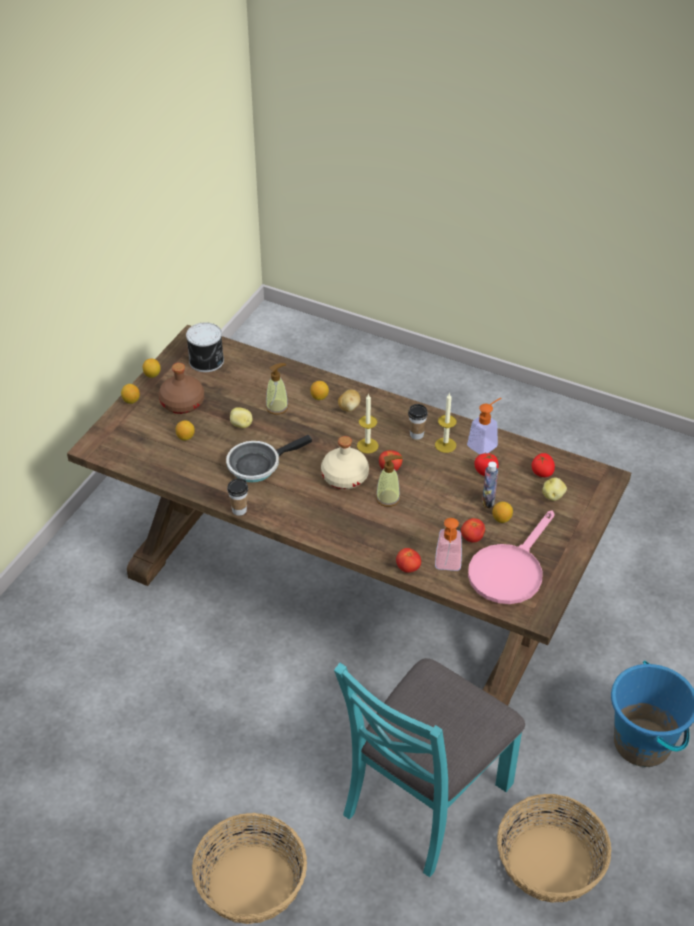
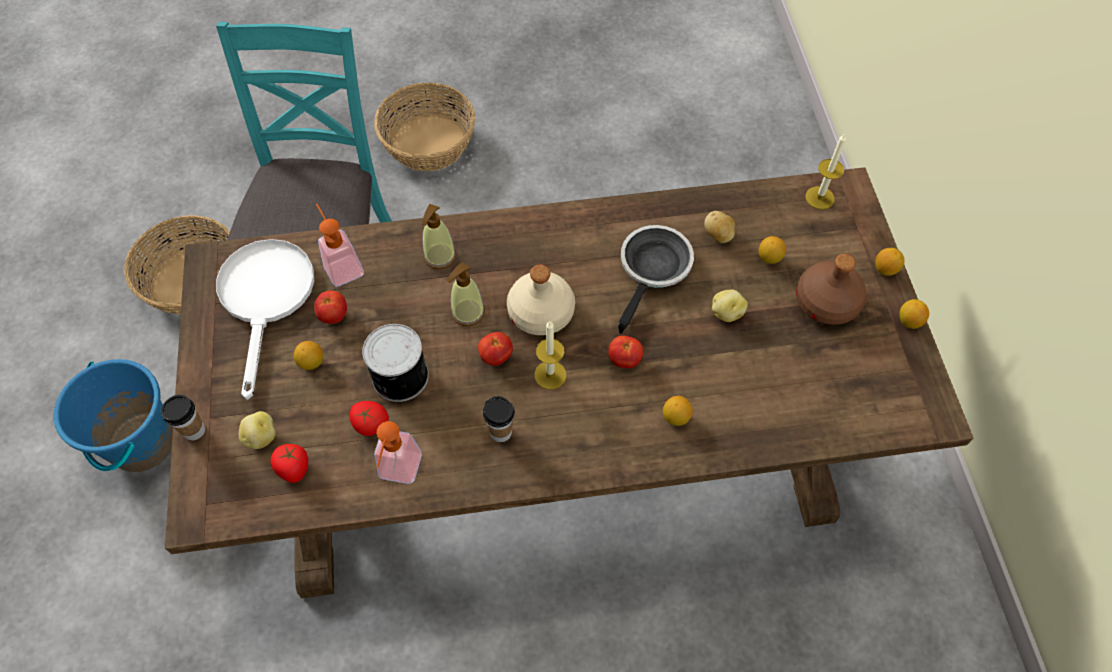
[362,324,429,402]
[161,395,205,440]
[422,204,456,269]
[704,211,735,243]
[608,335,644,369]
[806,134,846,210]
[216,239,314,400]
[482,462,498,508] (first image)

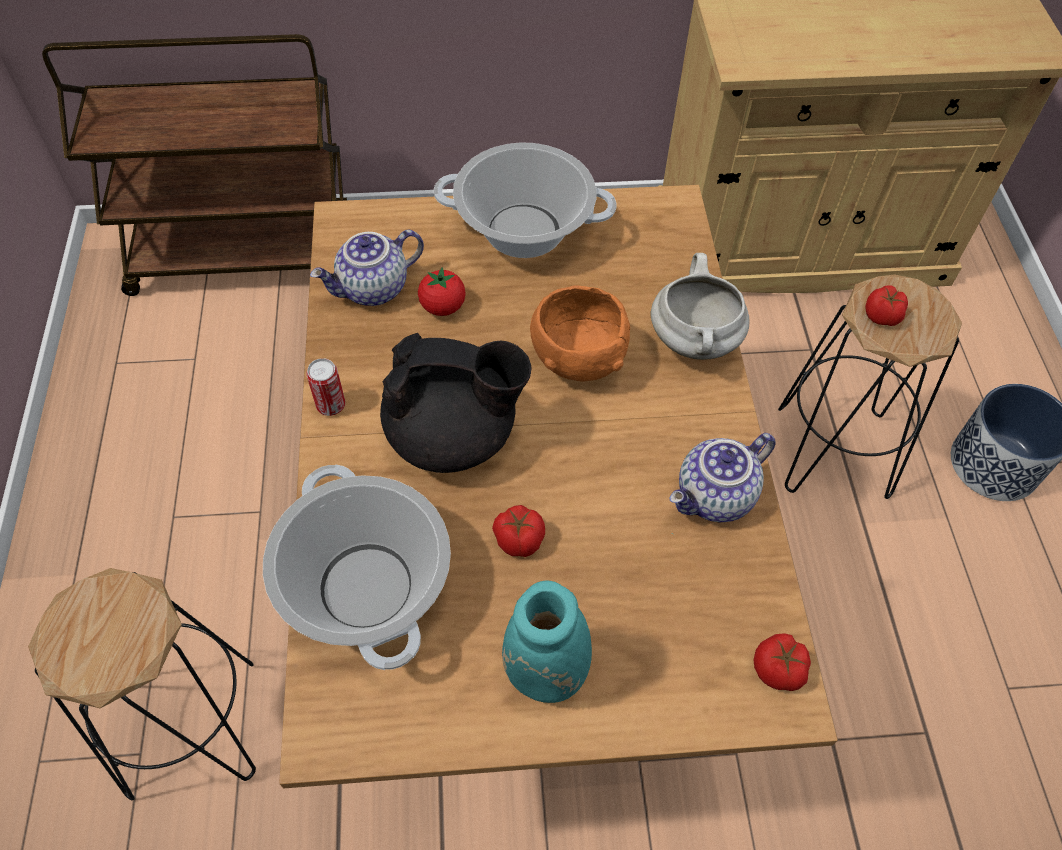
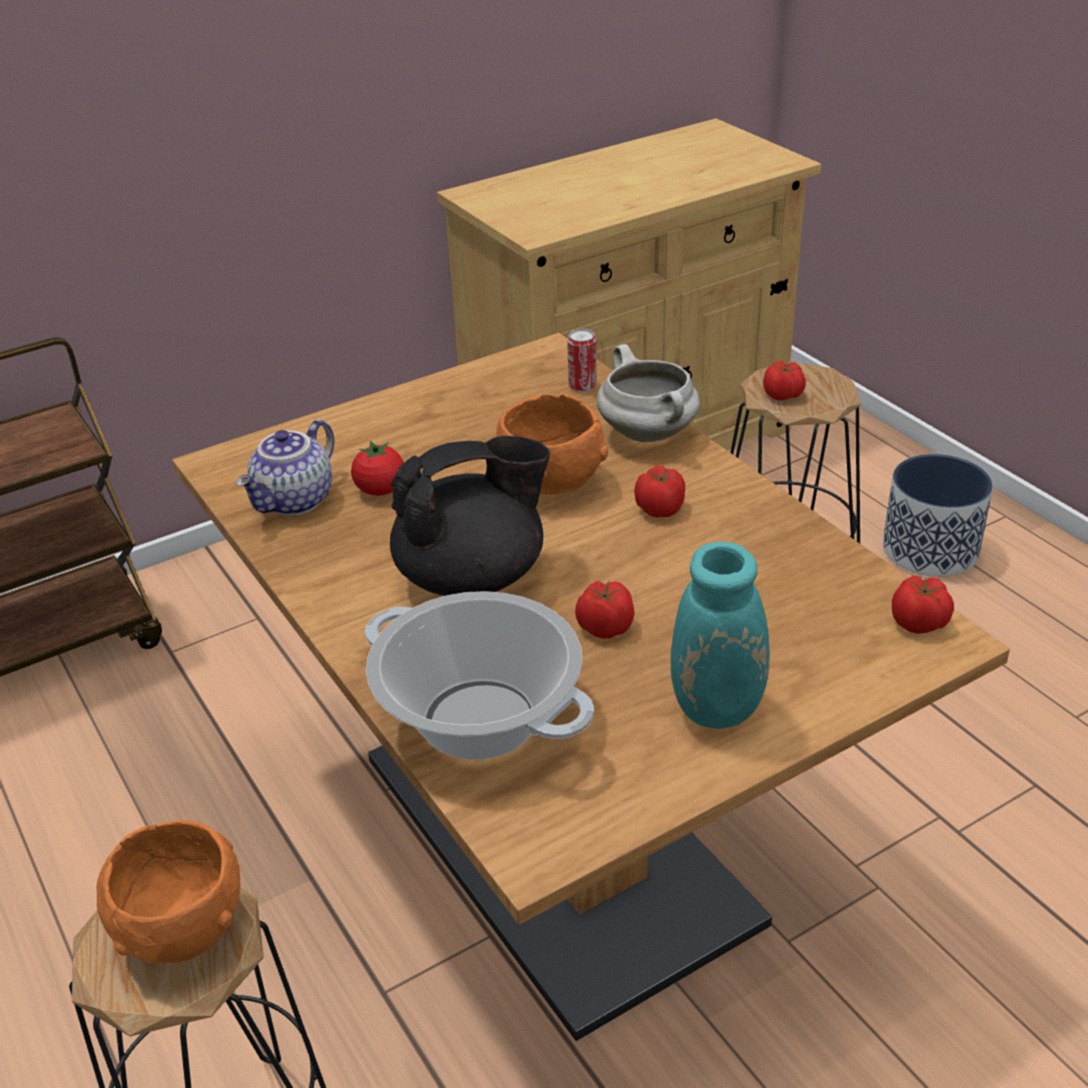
[567,329,597,392]
[434,142,617,258] (first image)
[669,433,776,522] (first image)
[96,820,240,964]
[634,466,685,518]

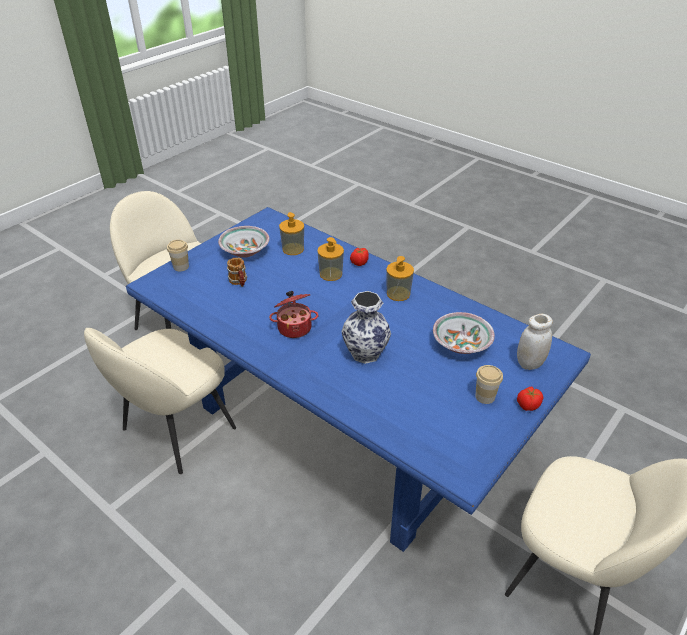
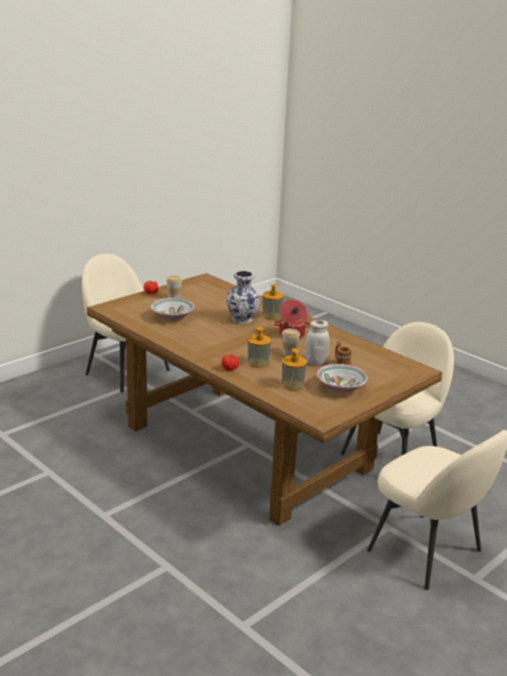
[87,273,442,526]
[282,328,300,356]
[263,284,284,320]
[305,320,330,366]

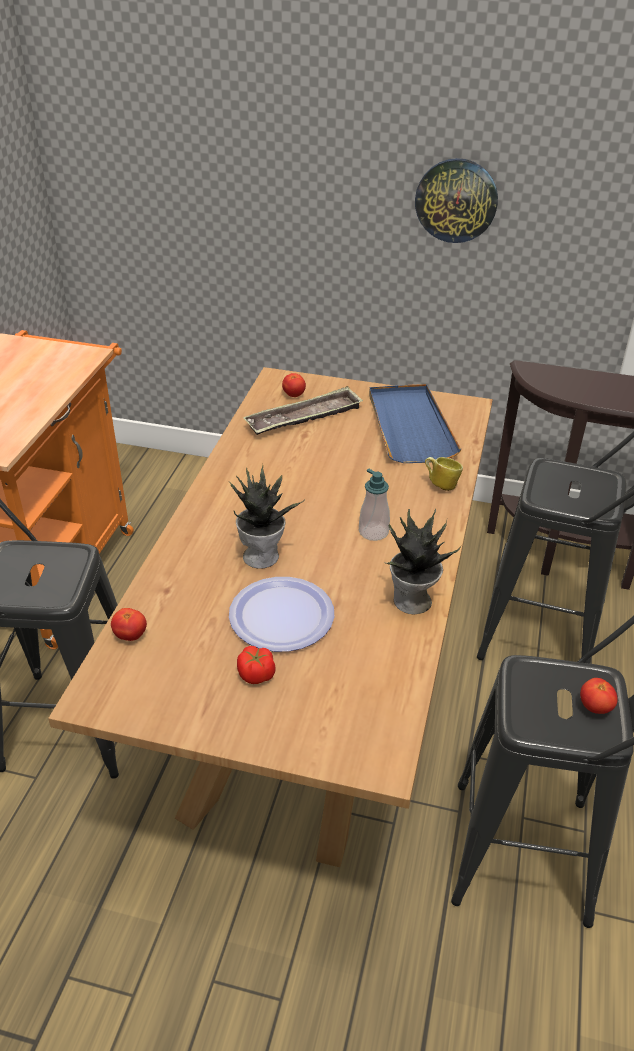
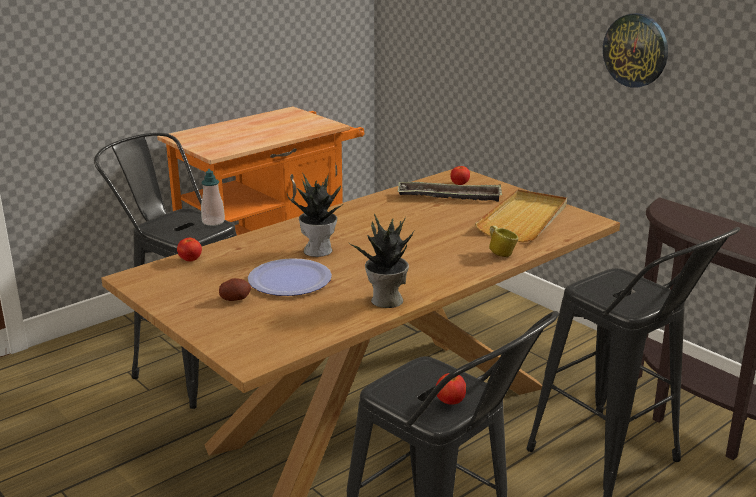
[219,278,251,301]
[201,169,225,226]
[475,189,567,242]

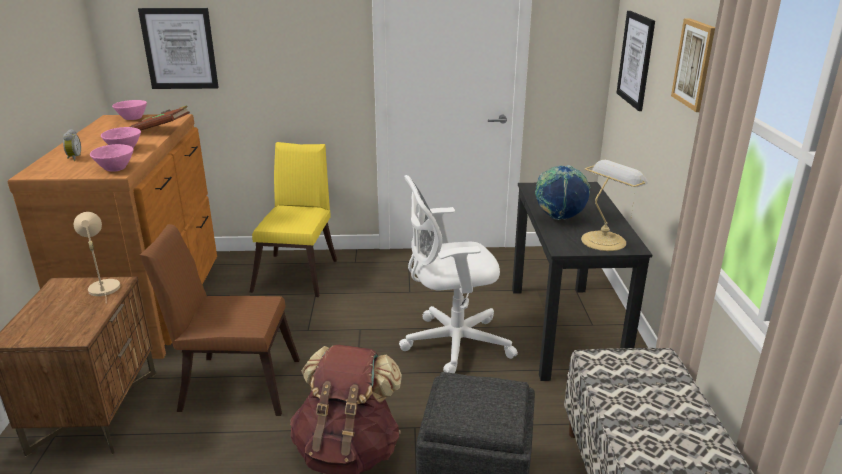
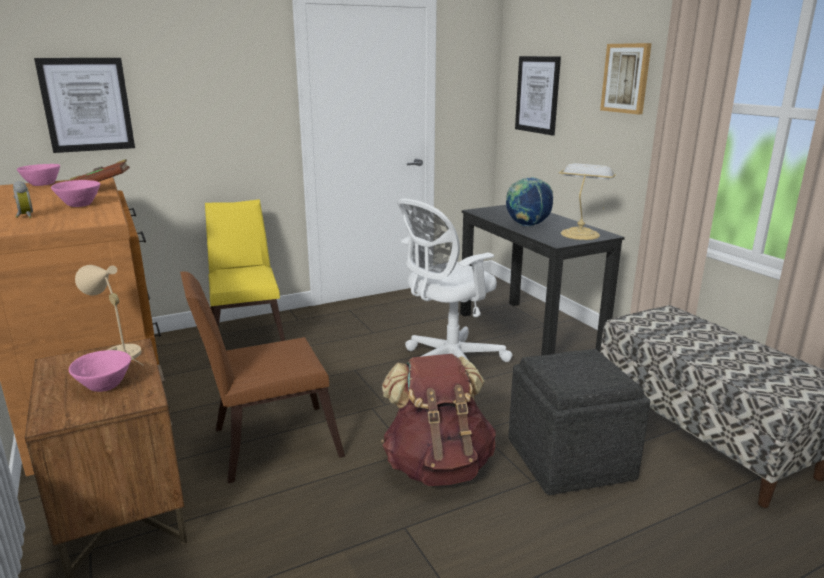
[69,350,131,392]

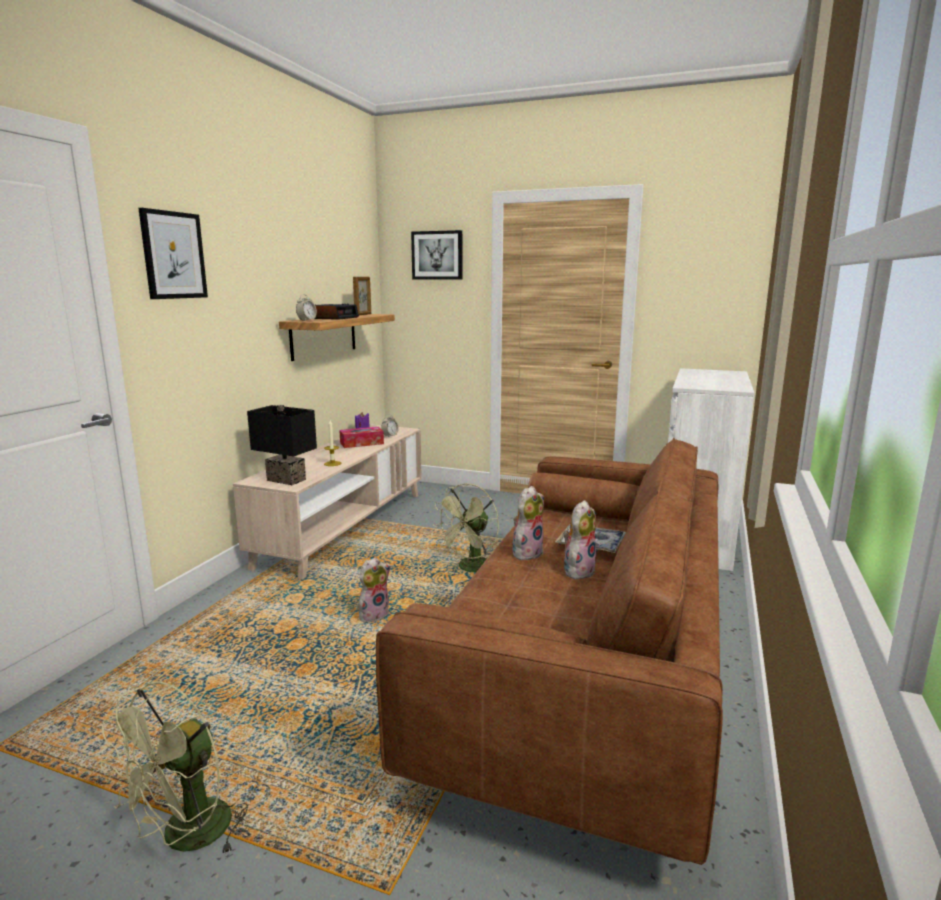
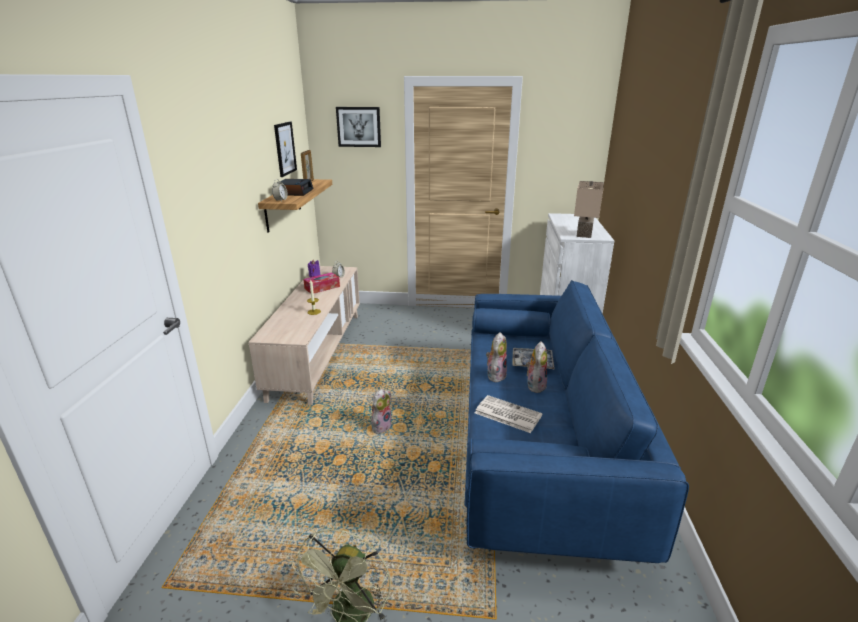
[274,122,297,177]
[247,405,317,485] (first image)
[464,280,689,563]
[432,483,499,572] (first image)
[475,395,542,433]
[574,181,604,238]

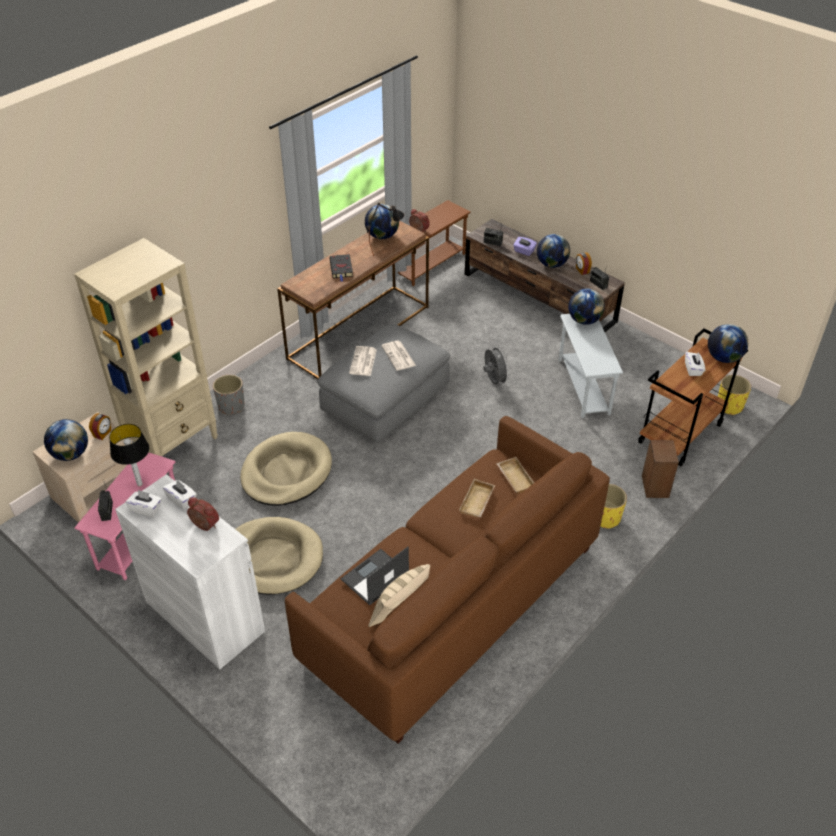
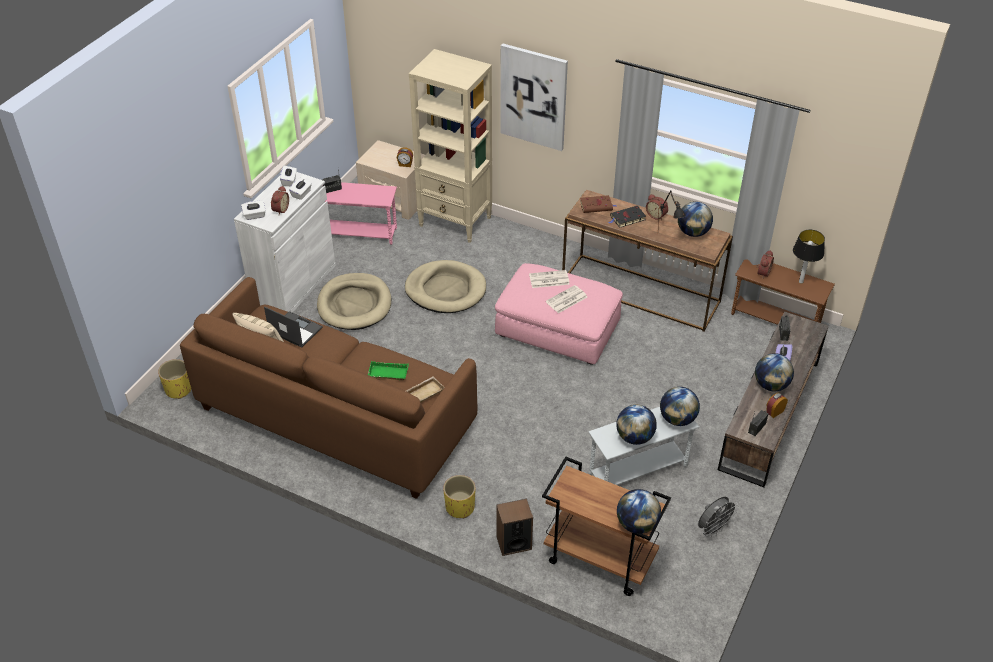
[616,405,657,445]
[793,230,825,284]
[213,375,245,414] (first image)
[495,263,623,365]
[368,361,409,380]
[698,497,739,537]
[241,200,266,220]
[158,359,191,399]
[500,44,568,151]
[580,195,617,213]
[646,194,668,220]

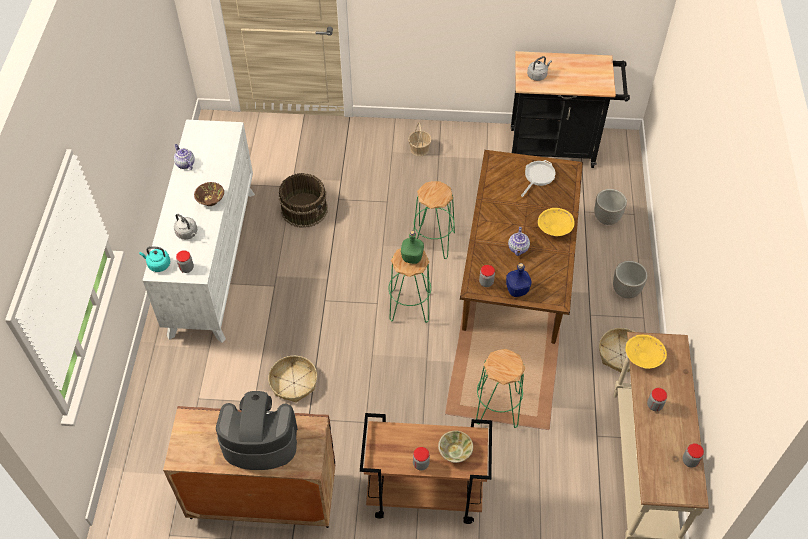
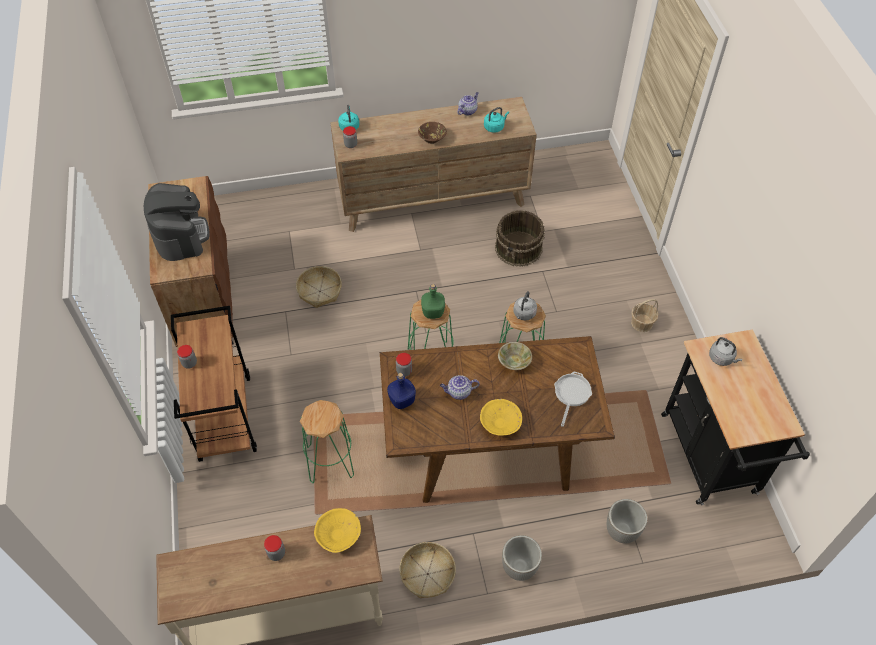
[330,97,537,232]
[513,291,537,320]
[498,342,532,370]
[554,372,592,427]
[682,443,704,467] (first image)
[484,107,509,133]

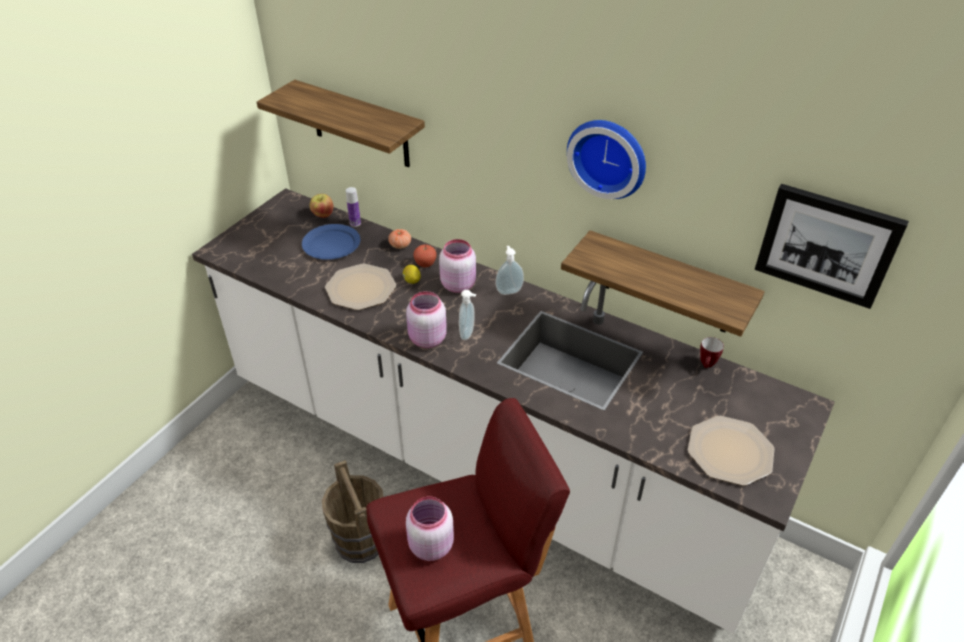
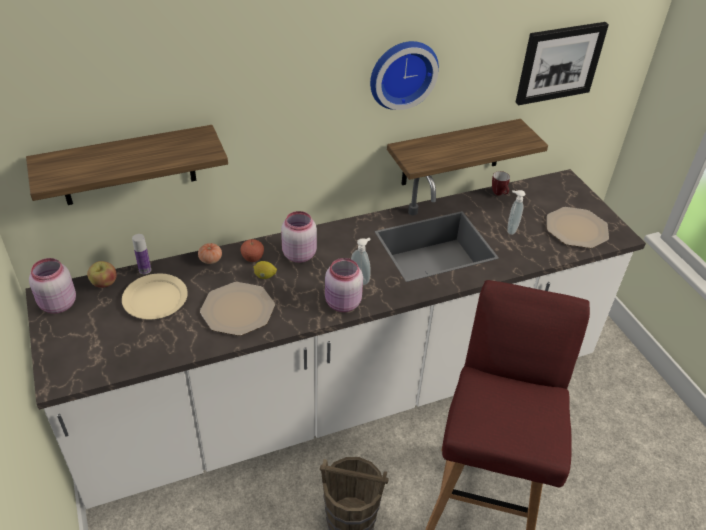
[122,273,188,319]
[29,258,76,314]
[507,190,525,235]

